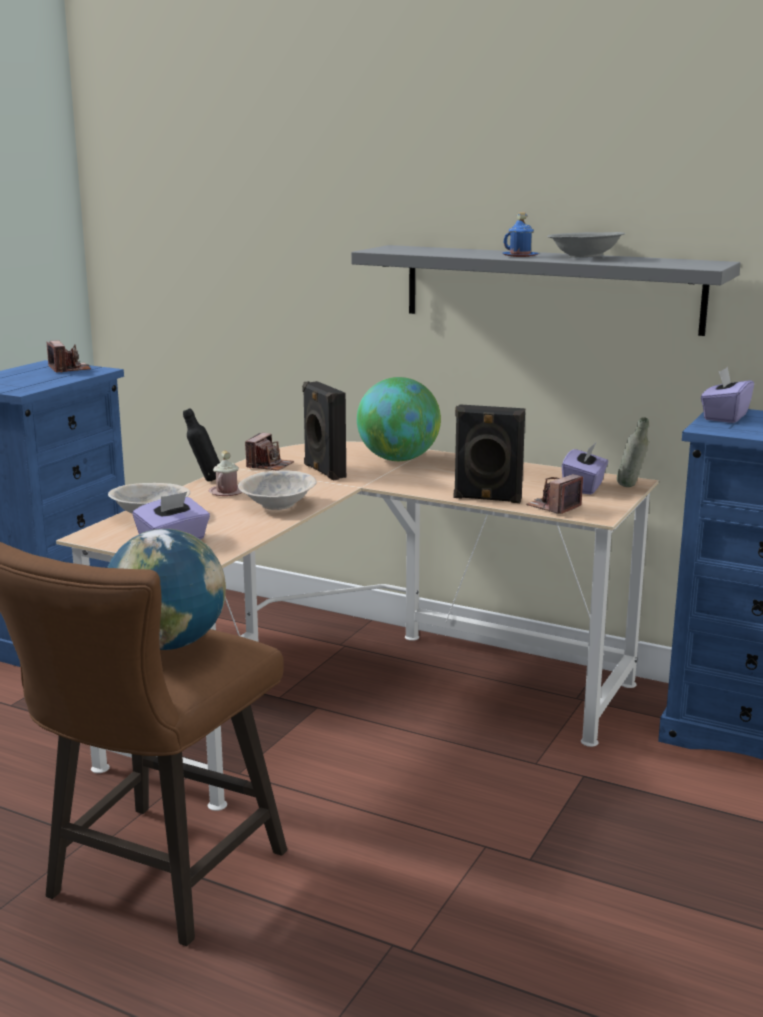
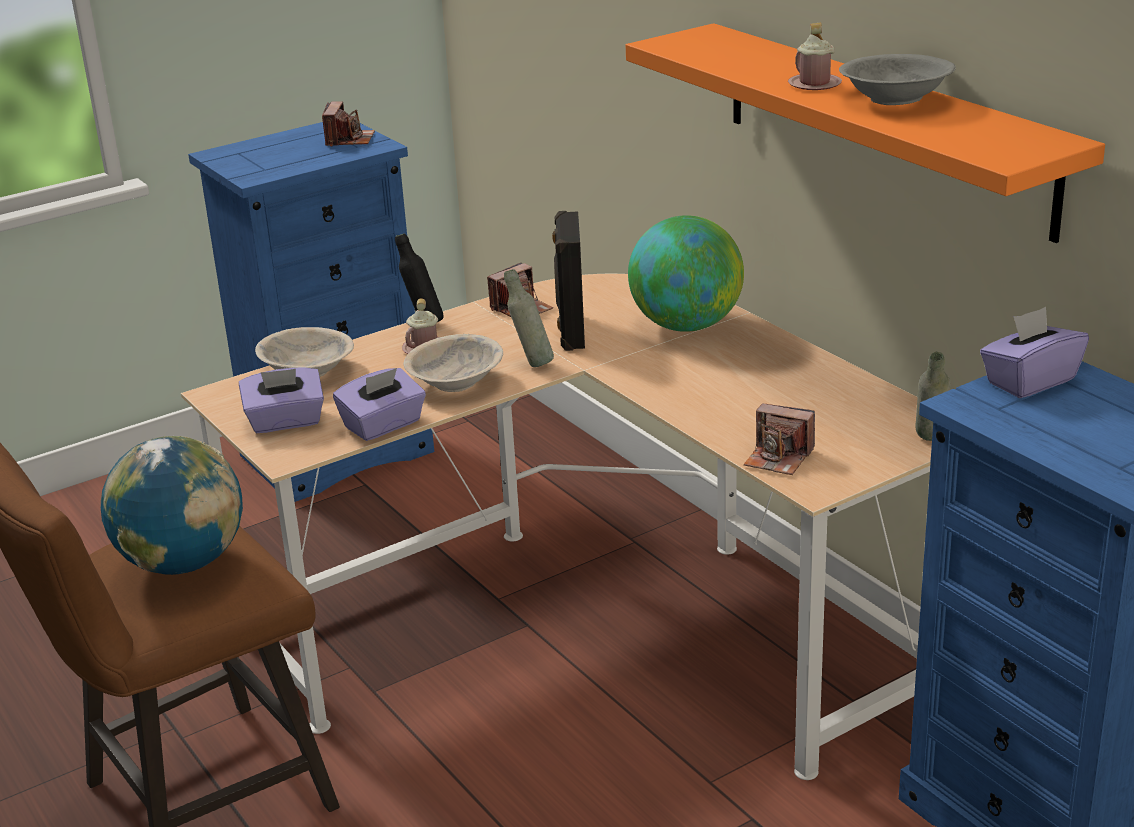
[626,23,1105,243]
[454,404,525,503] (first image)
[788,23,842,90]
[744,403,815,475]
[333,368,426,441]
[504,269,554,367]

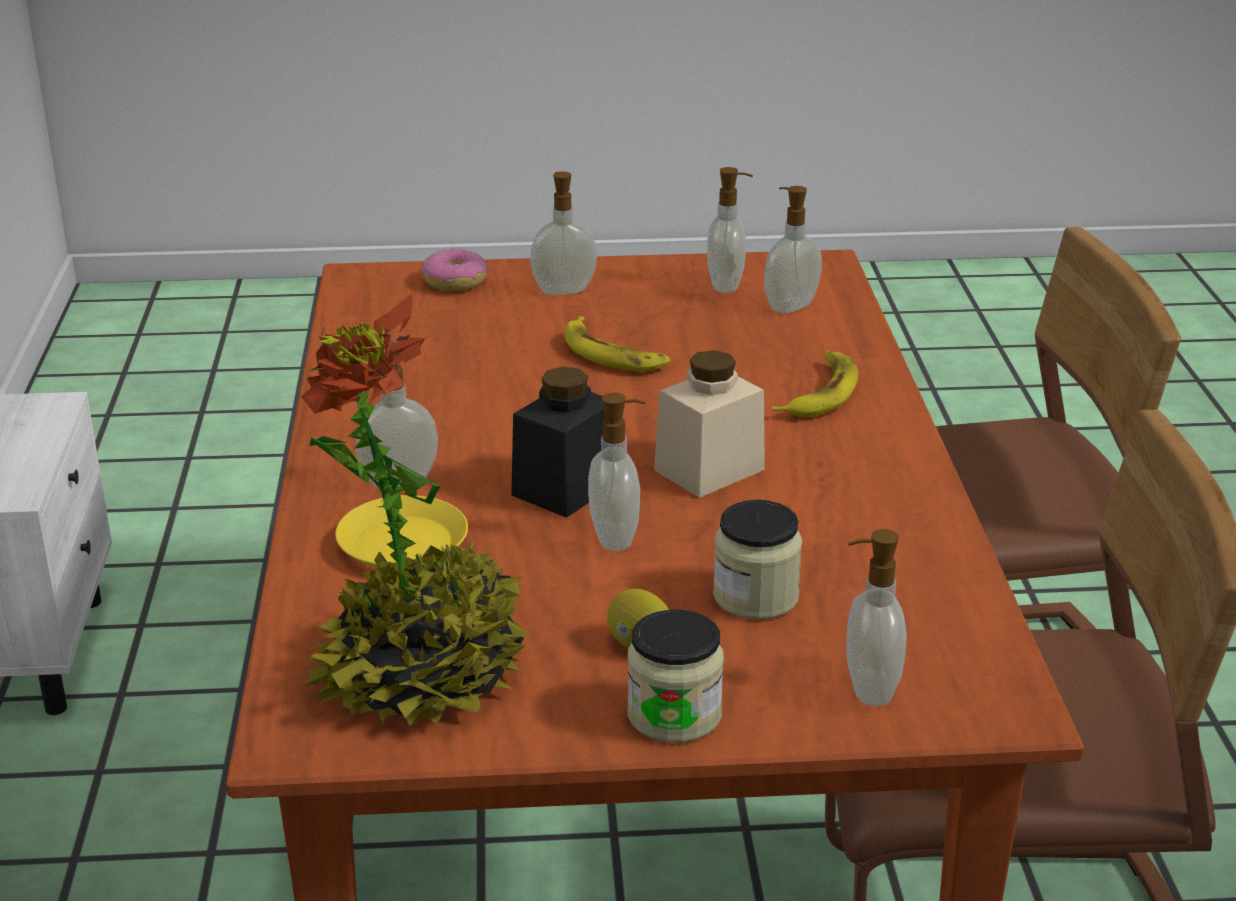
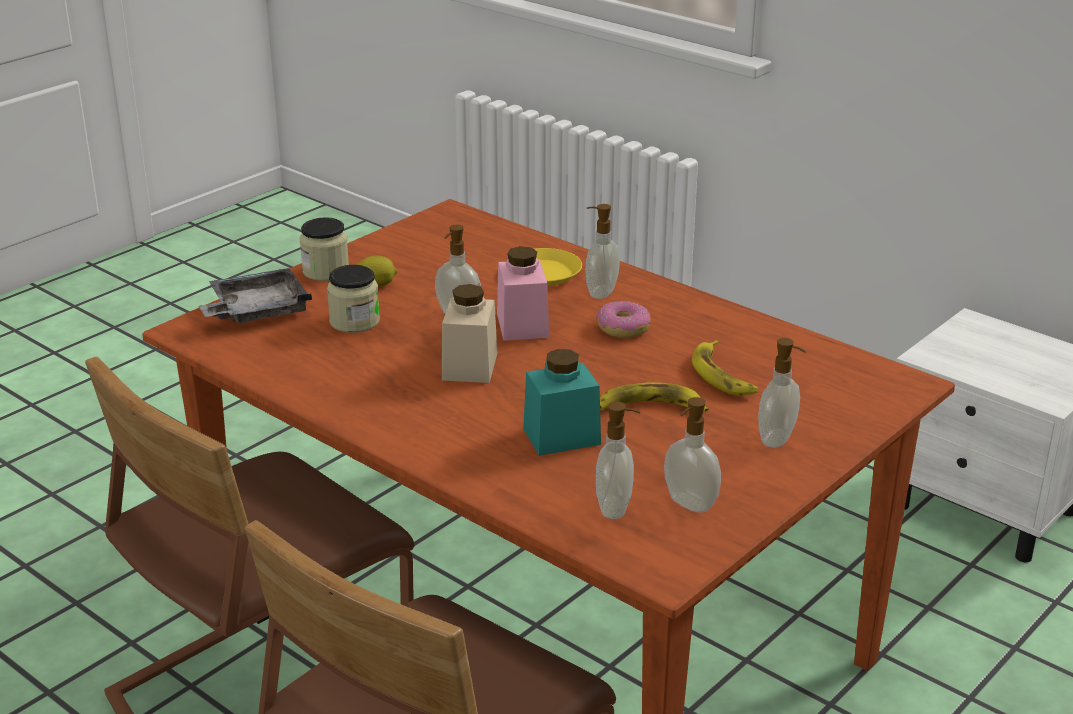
[301,294,530,726] (first image)
[596,301,651,338]
[497,246,549,341]
[692,340,758,395]
[199,268,312,323]
[523,349,601,456]

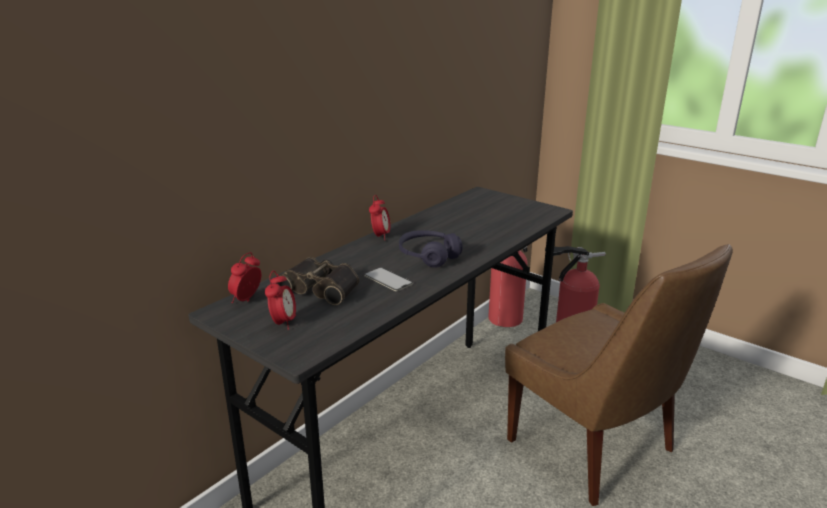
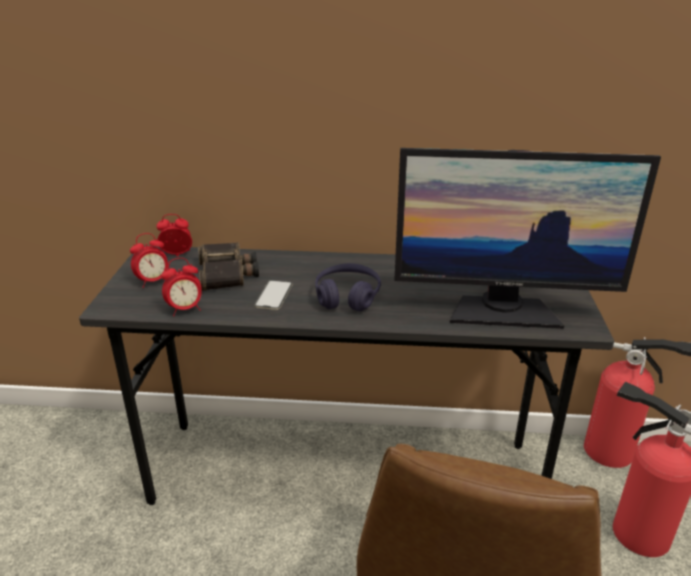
[161,258,202,316]
[394,148,661,329]

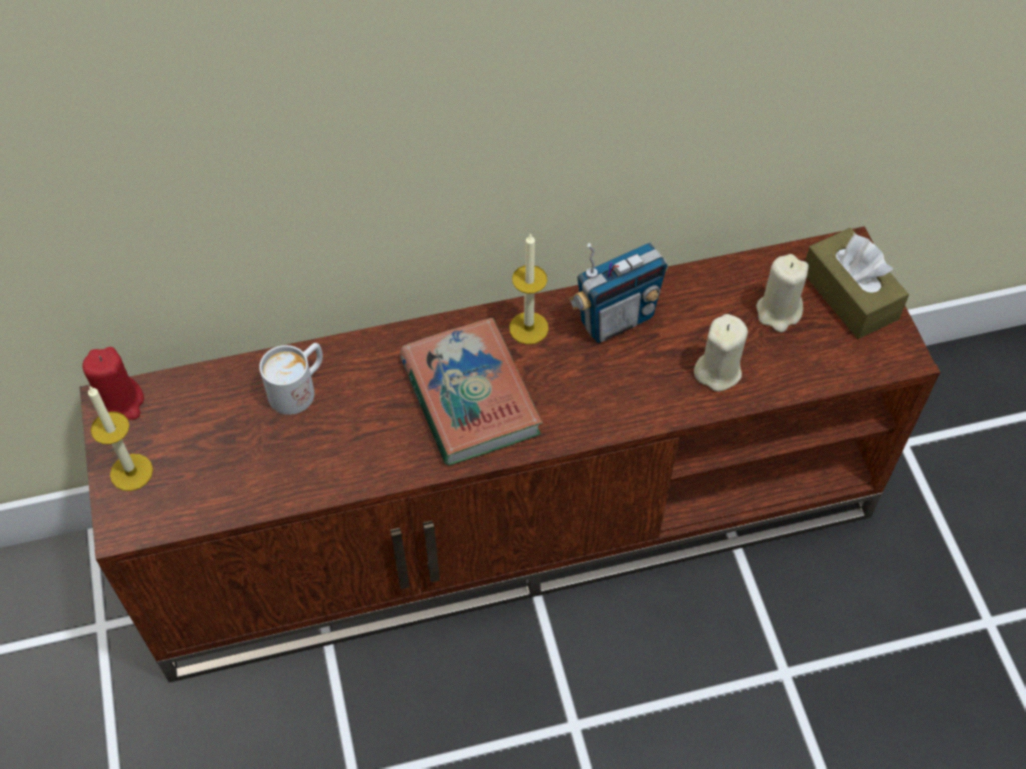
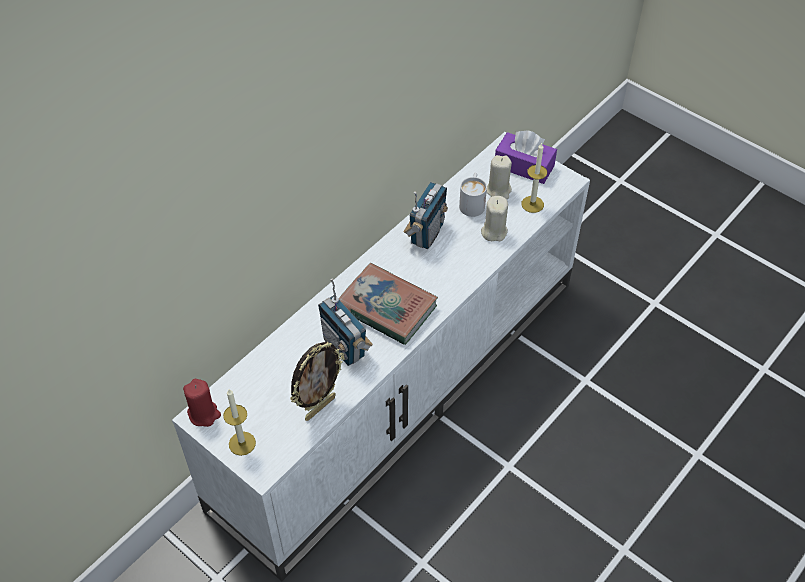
[172,132,590,581]
[459,173,487,217]
[521,143,547,213]
[495,130,557,184]
[290,342,345,421]
[318,279,373,366]

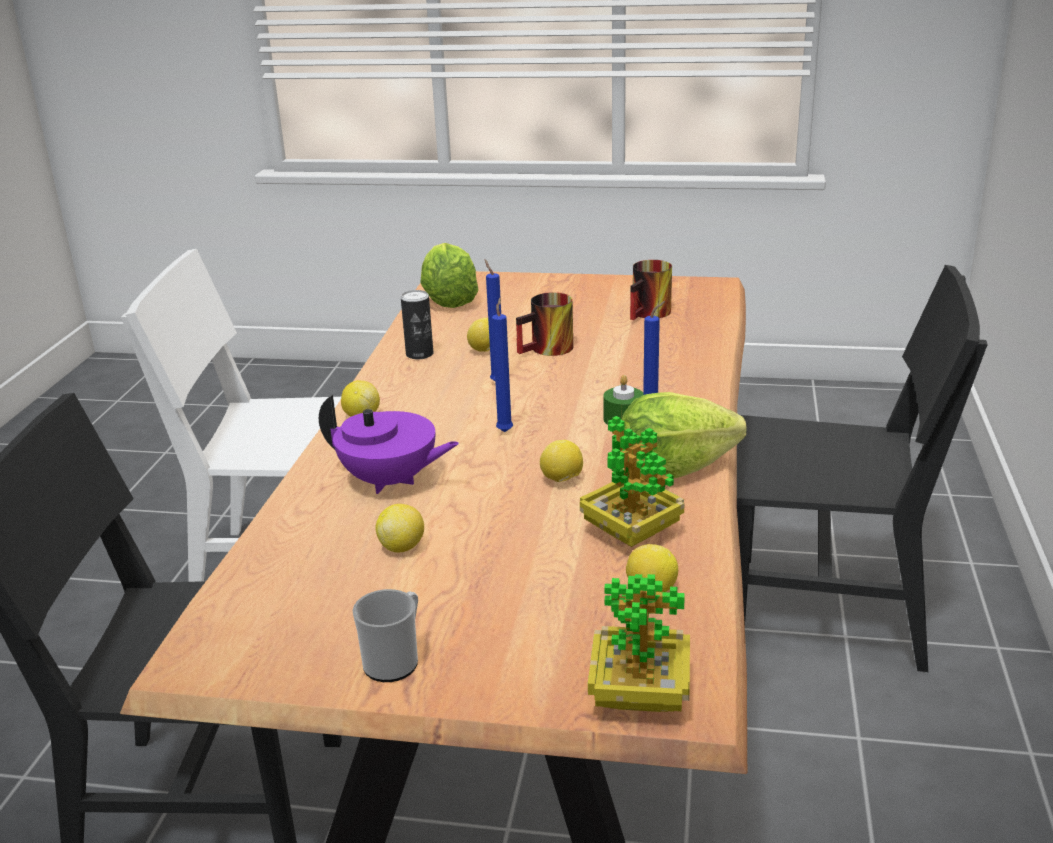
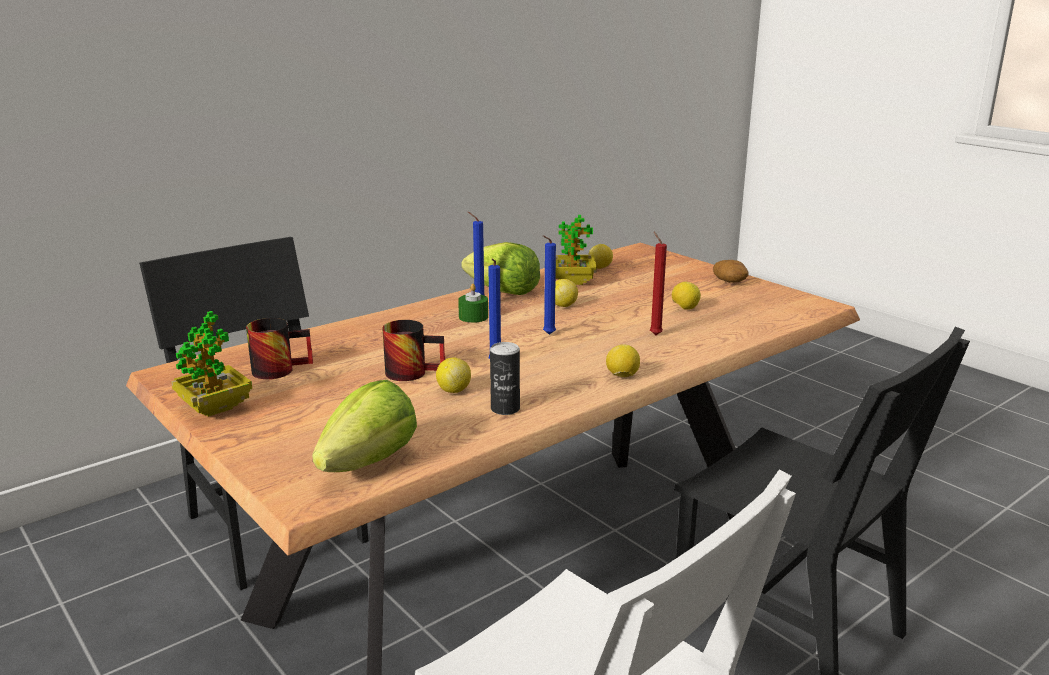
[650,232,667,335]
[713,260,749,283]
[171,311,252,417]

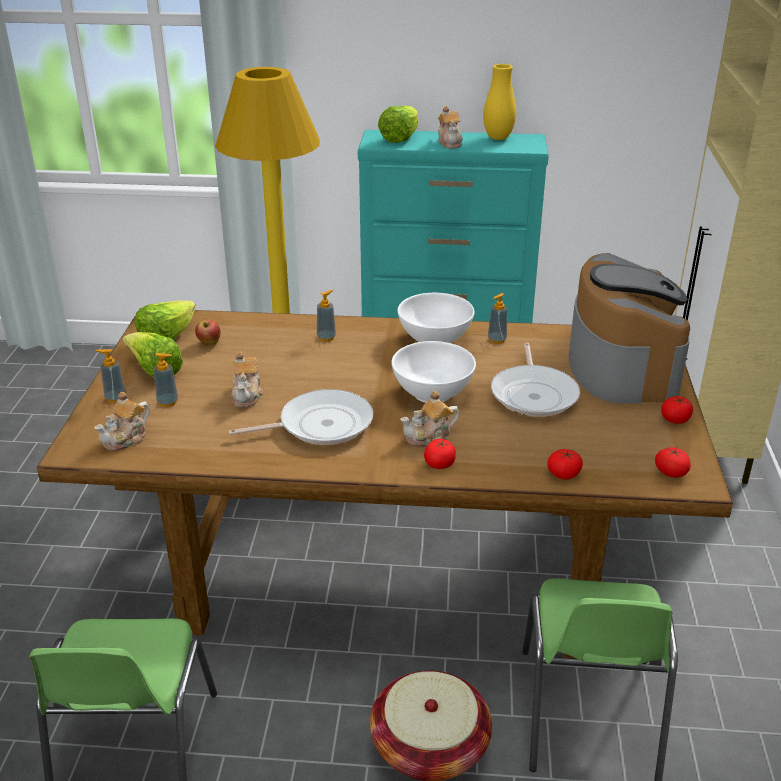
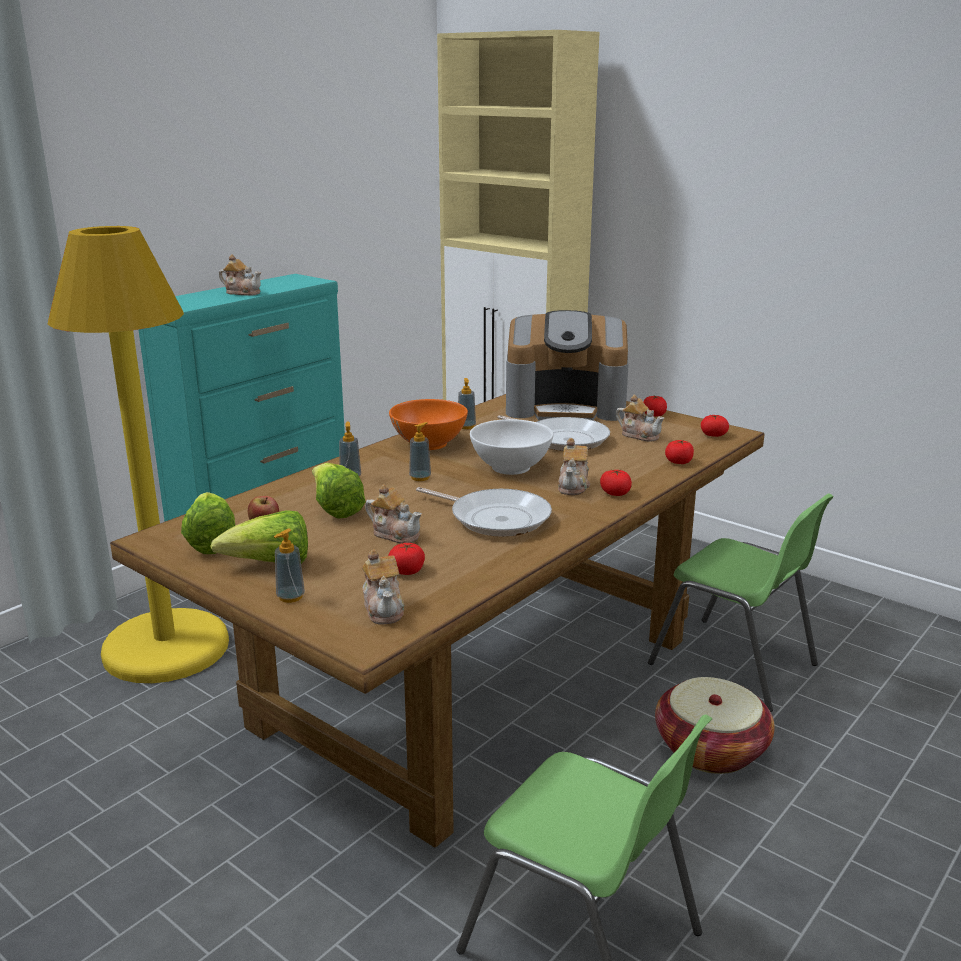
[409,422,431,481]
[416,487,552,537]
[312,463,366,519]
[389,399,468,450]
[483,64,516,140] (first image)
[506,310,629,421]
[388,543,425,575]
[616,394,664,442]

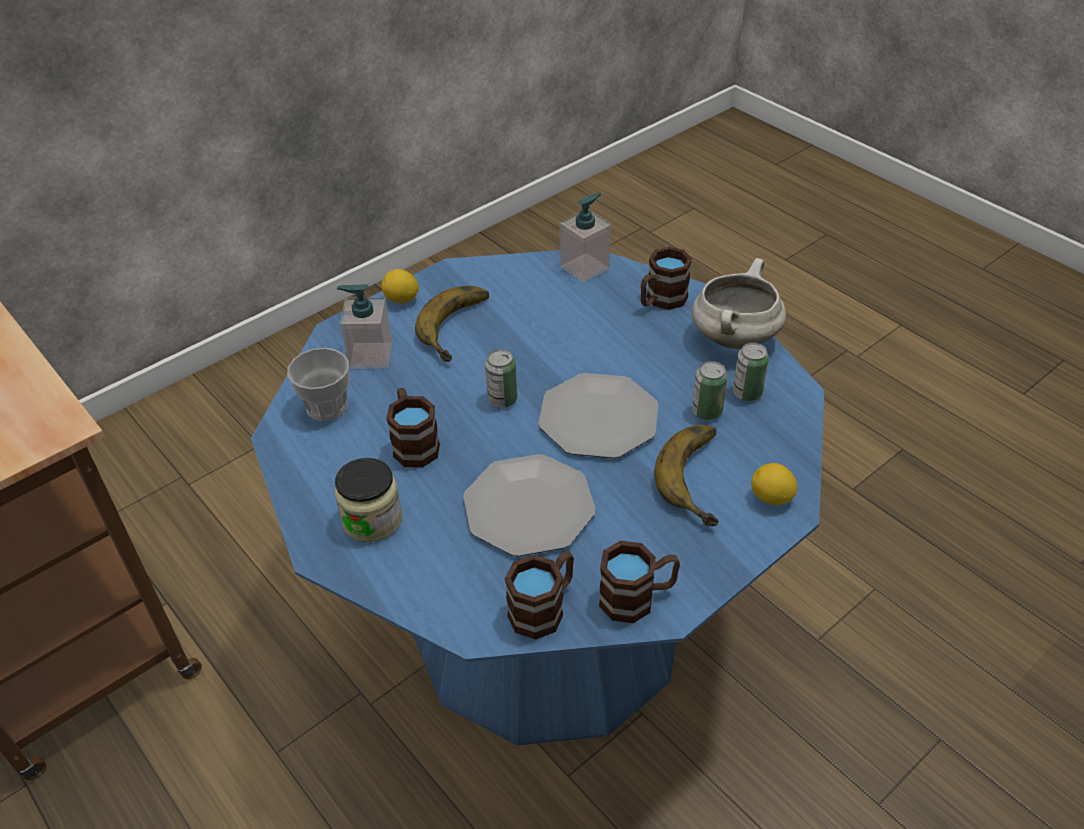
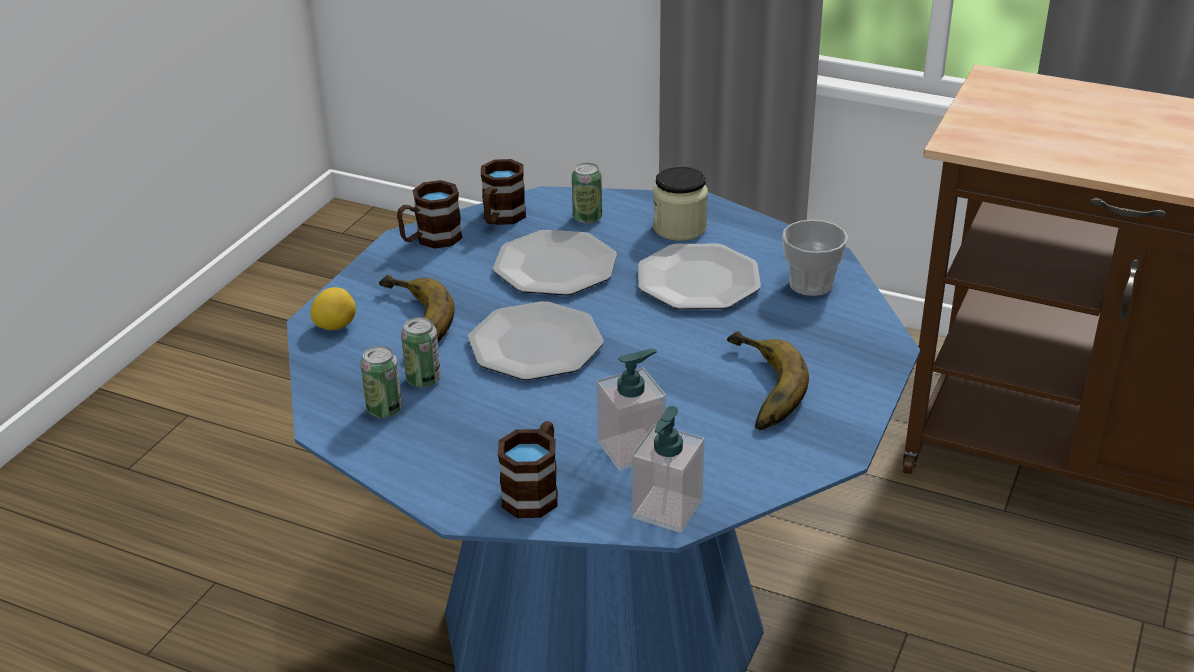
[596,349,666,470]
[381,269,419,303] (first image)
[638,244,761,310]
[572,163,602,224]
[692,258,786,349] (first image)

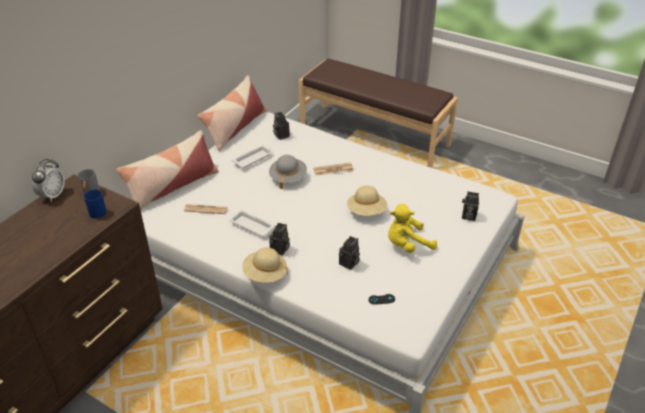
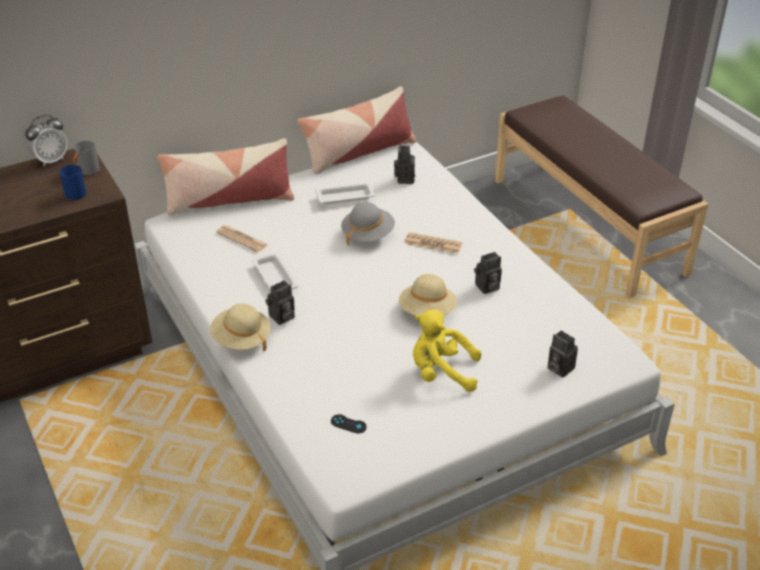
[474,252,502,294]

